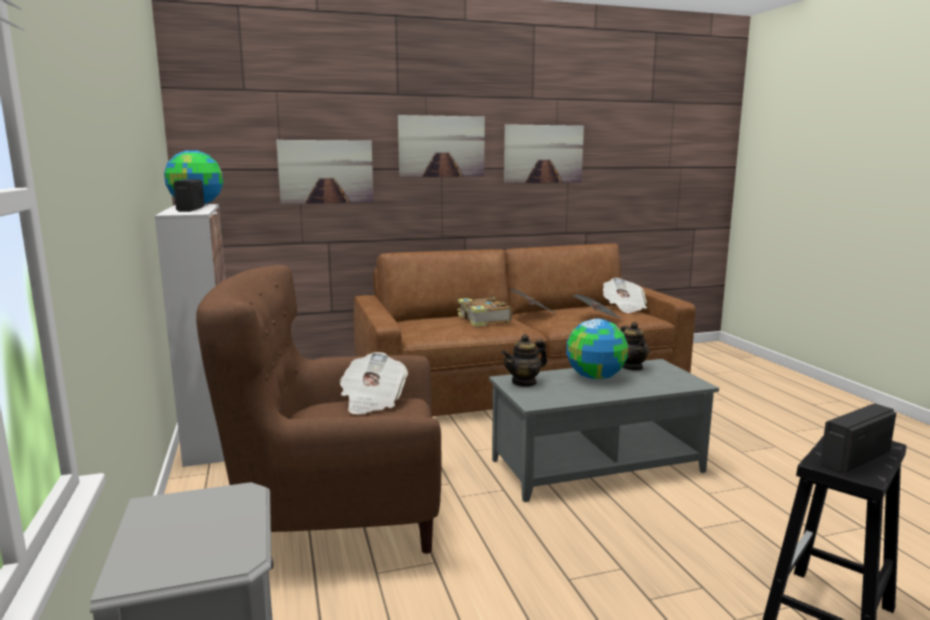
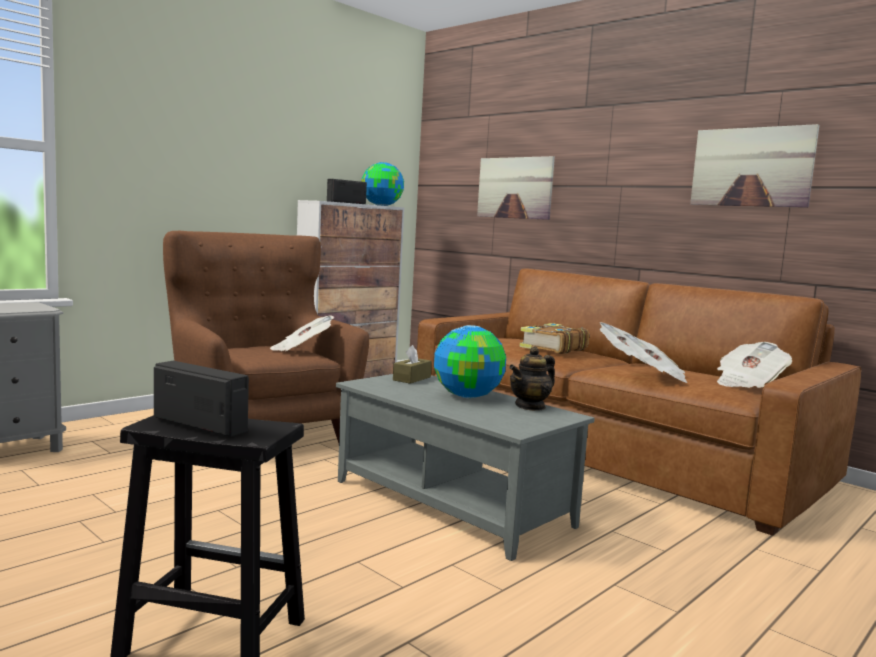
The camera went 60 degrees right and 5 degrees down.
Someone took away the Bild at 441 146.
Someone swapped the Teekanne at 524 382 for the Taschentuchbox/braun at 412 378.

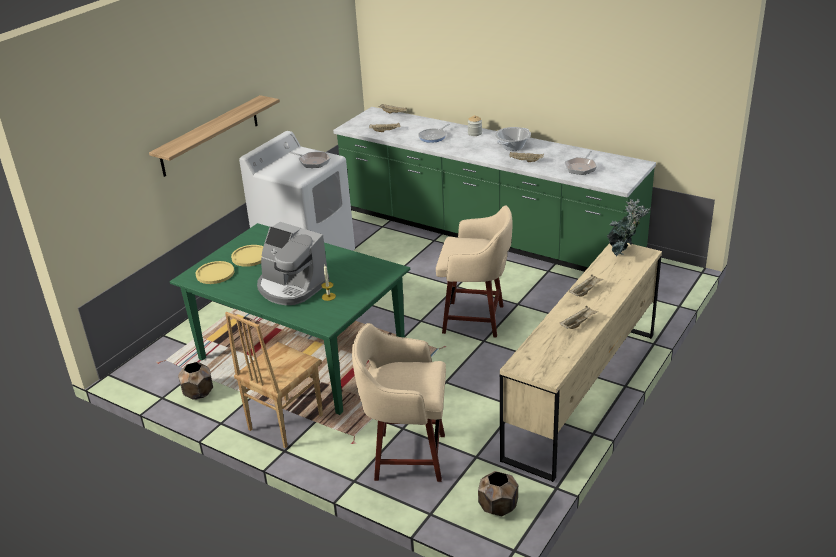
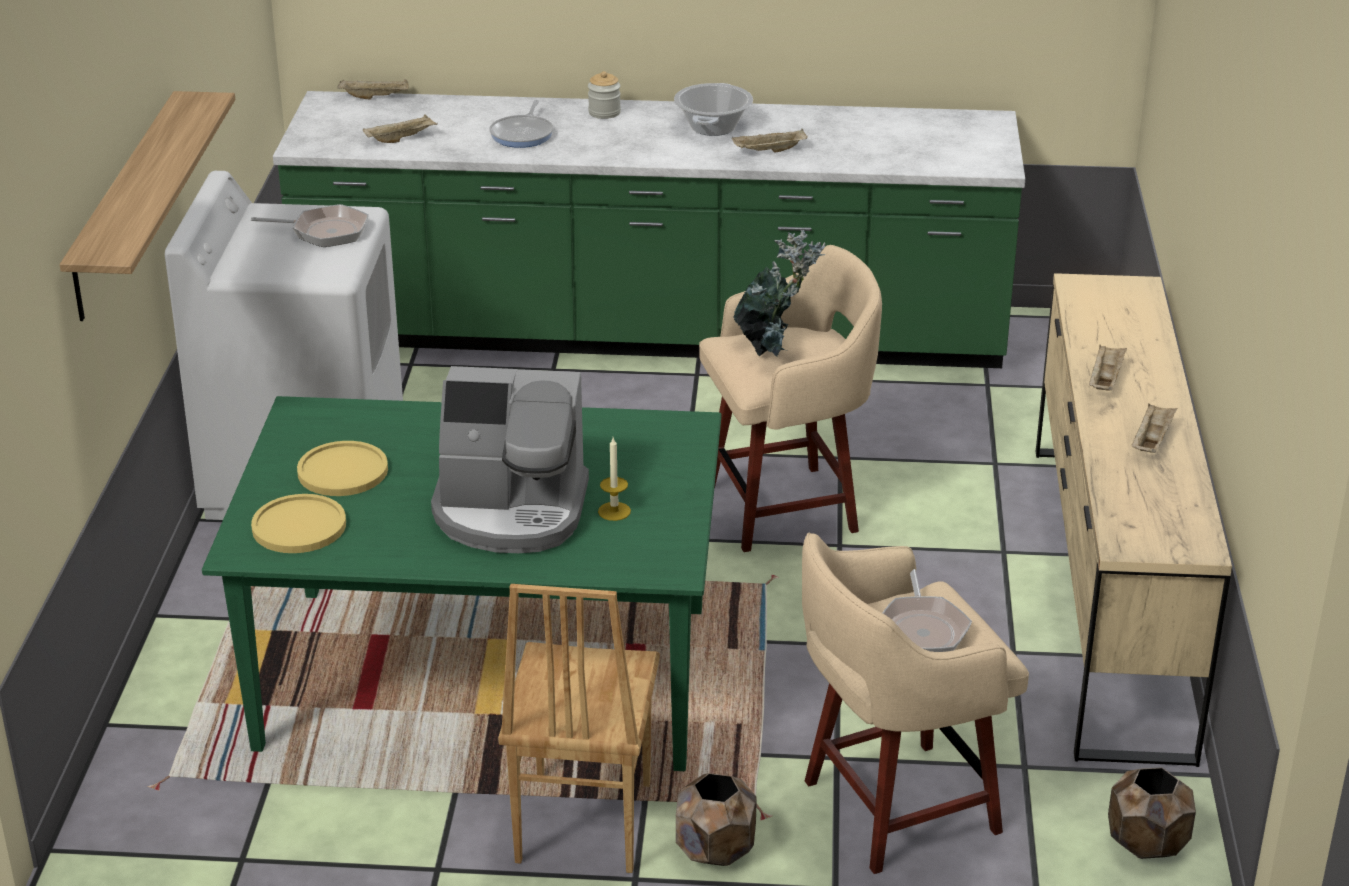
The camera went 30 degrees left and 0 degrees up.
Someone carried the Pflanzkübel/braun from 198 394 to 716 851.
Someone carried the Pfanne from 581 167 to 922 629.
Someone carried the Topfpflanze from 623 254 to 773 351.

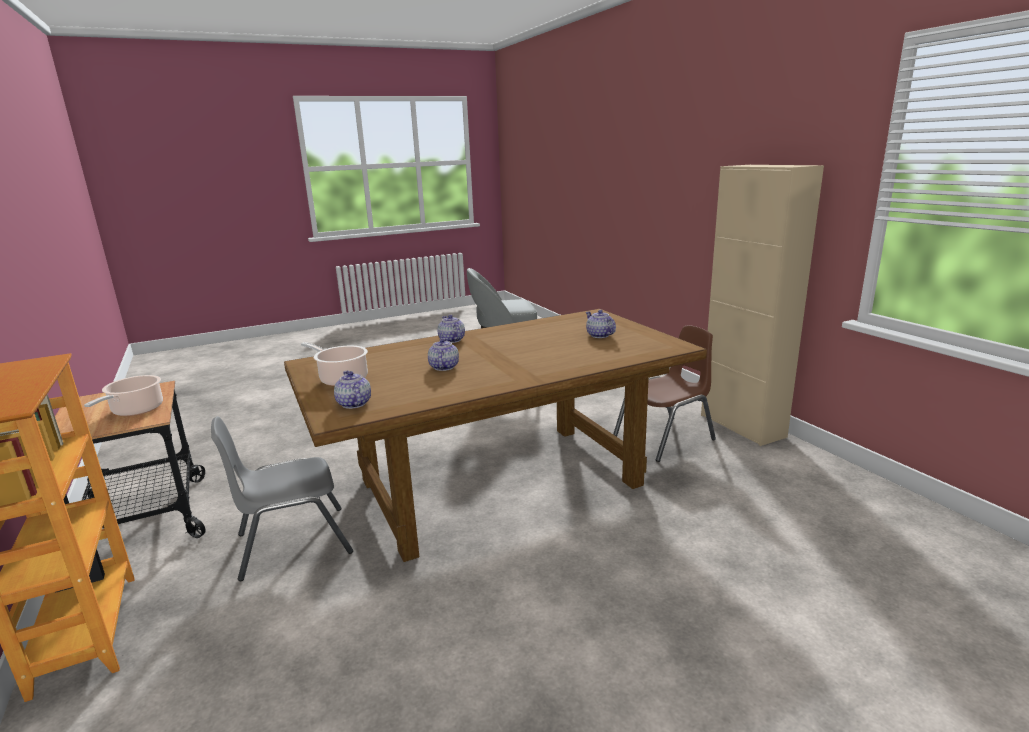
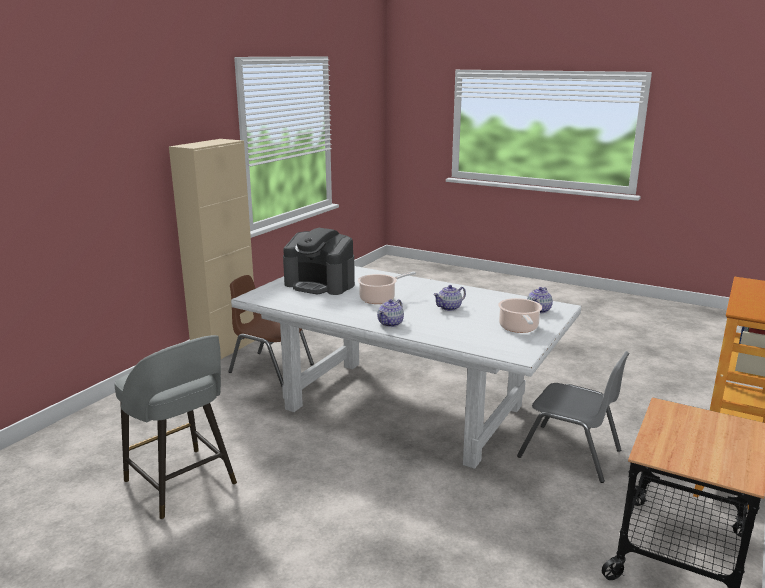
The camera went 125 degrees left and 0 degrees up.
Someone carried the Kochtopf from 135 410 to 379 299.
Someone swapped the Teekanne at 599 335 for the Kaffeemaschine at 320 284.
Someone repainted the Esstisch/braun at 499 483, which became the Esstisch/weiß at 404 408.

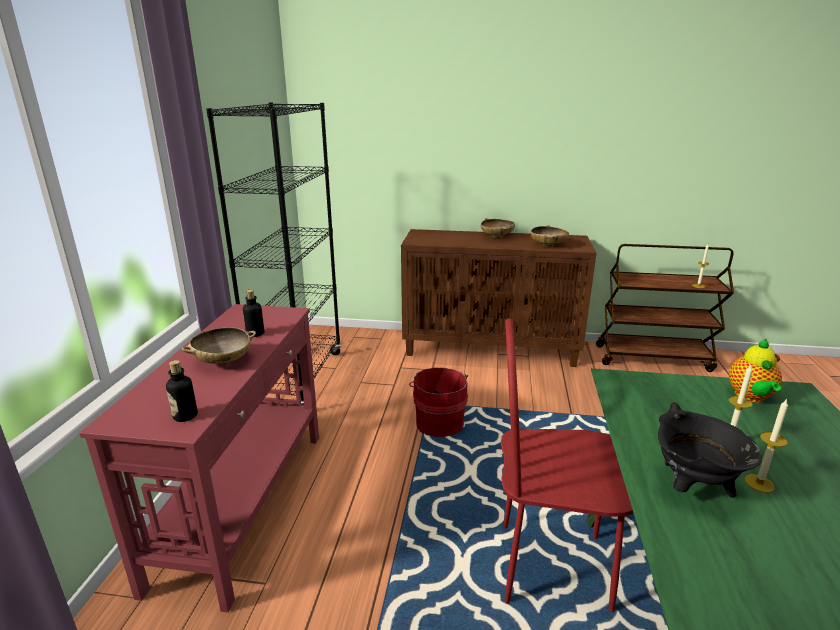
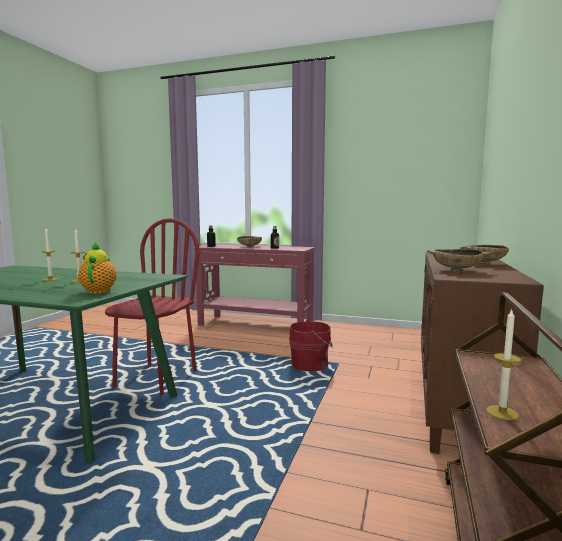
The camera went 100 degrees right and 15 degrees down.
Someone took away the Bücherregal/schwarz at 299 379.
Someone took away the Kochtopf/schwarz at 692 488.
Someone rotated the Teekanne at 750 397 by 60 degrees clockwise.

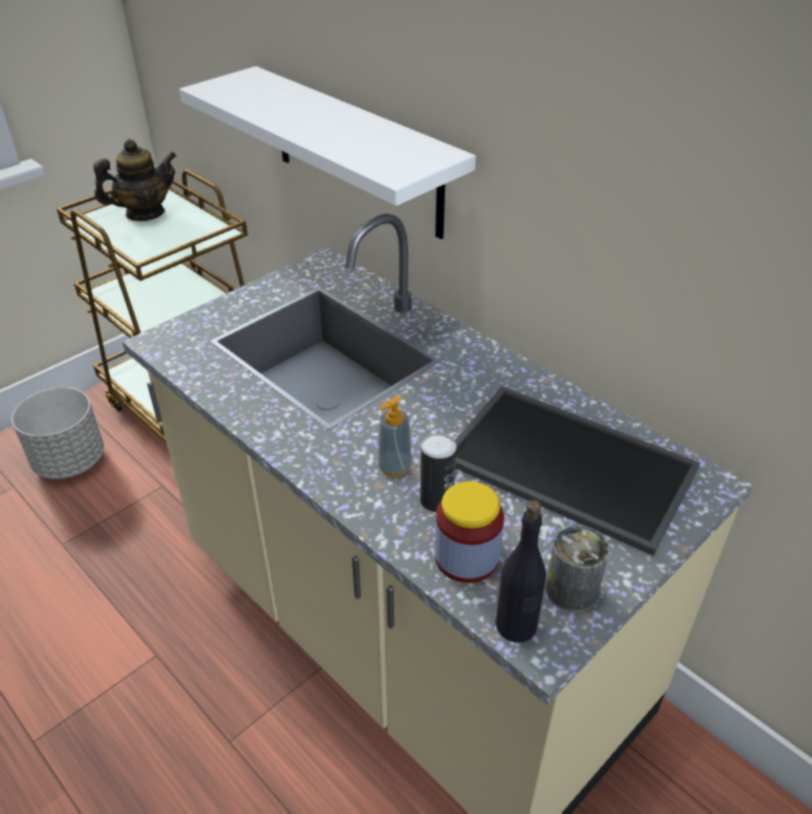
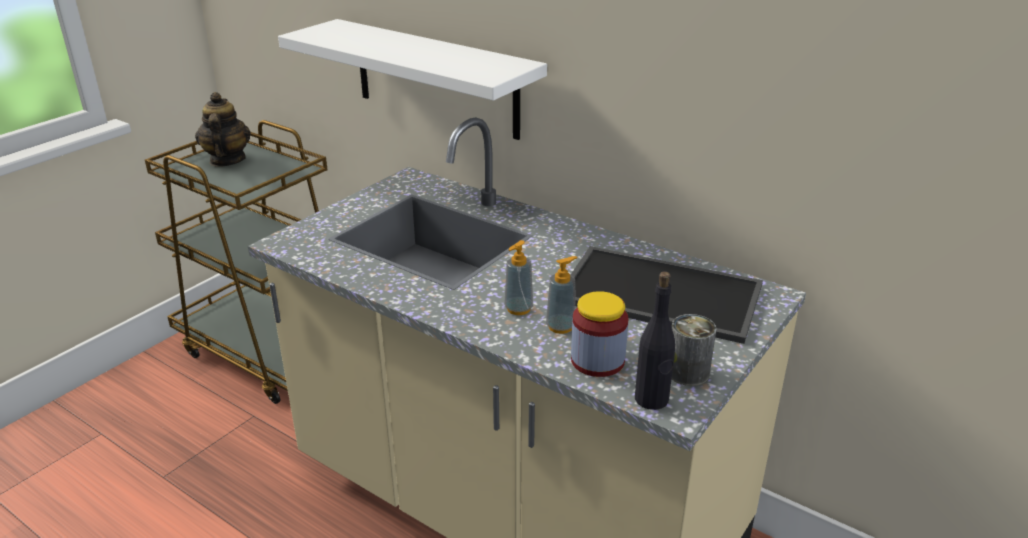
The camera went 10 degrees left and 10 degrees down.
Someone took away the Pflanzkübel/grau at 70 461.
Someone swapped the Dose at 436 500 for the Seifenspender at 560 327.
Someone rotated the Teekanne at 145 213 by 60 degrees counterclockwise.

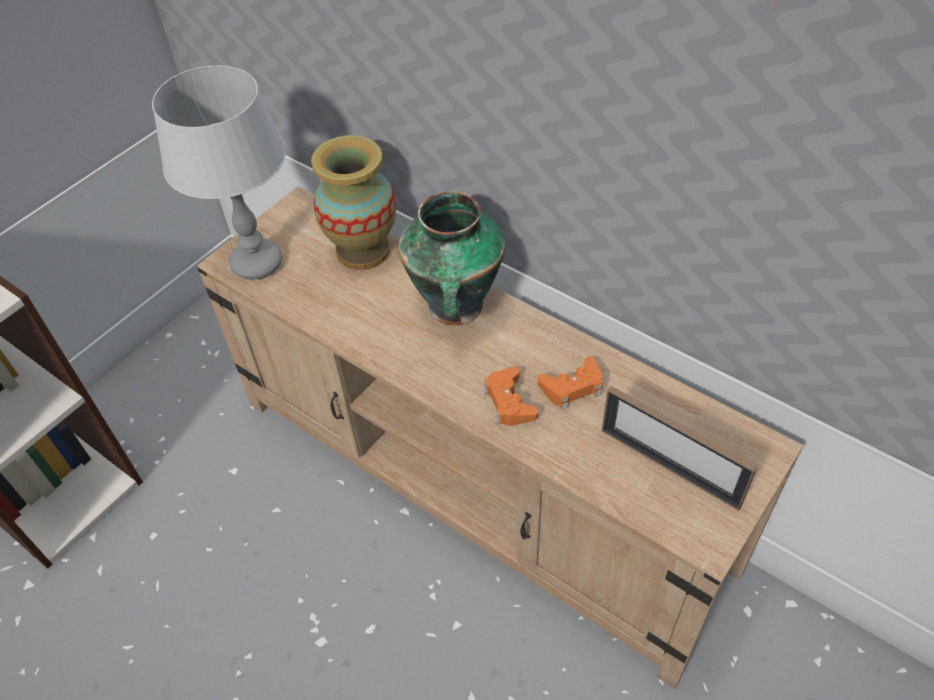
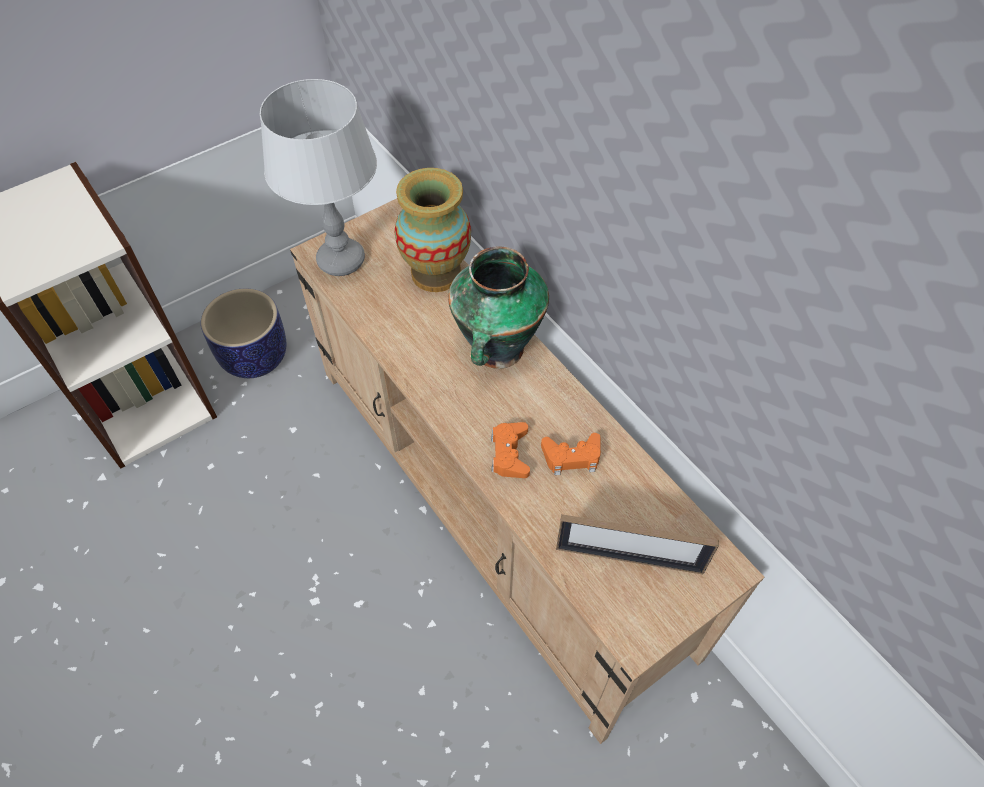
The camera went 15 degrees right and 5 degrees up.
Someone put down the Pflanzkübel at 255 357.
Someone rotated the Bilderrahmen at 669 467 by 45 degrees counterclockwise.

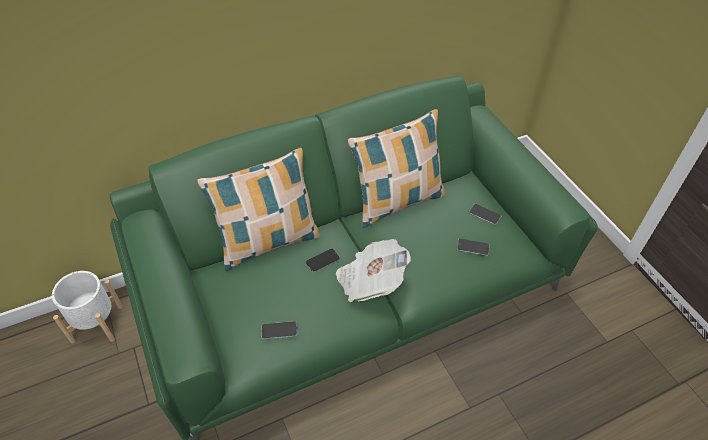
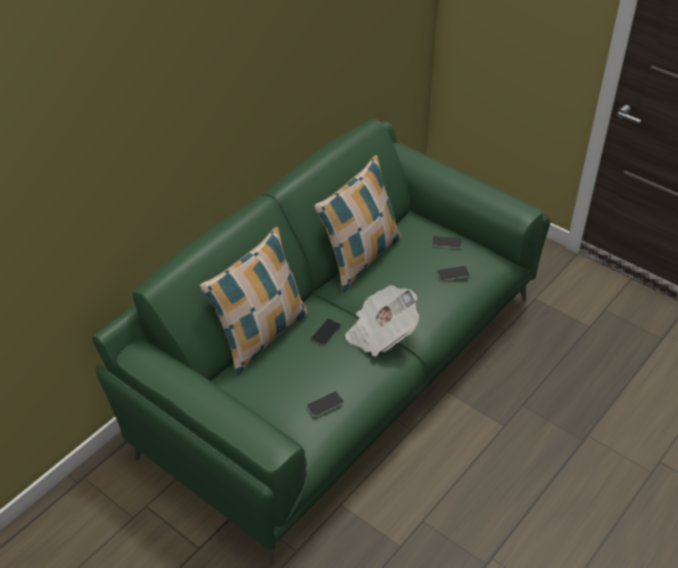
The camera went 25 degrees left and 5 degrees down.
Someone took away the Pflanzkübel/weiß at 96 323.

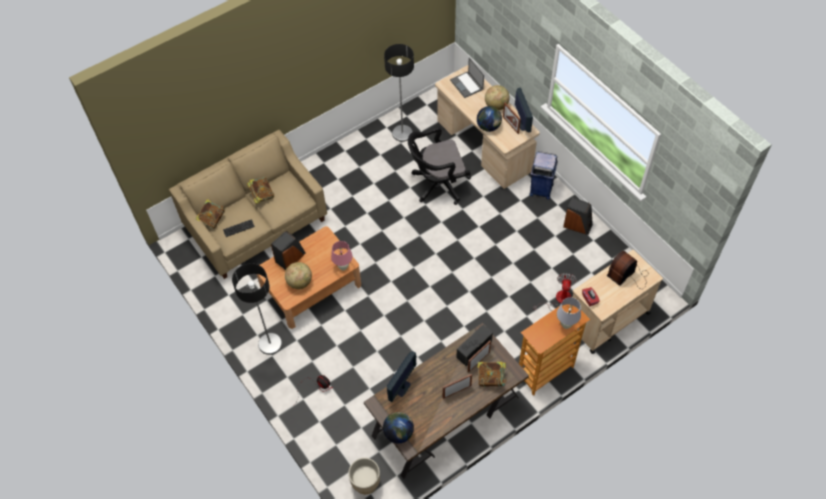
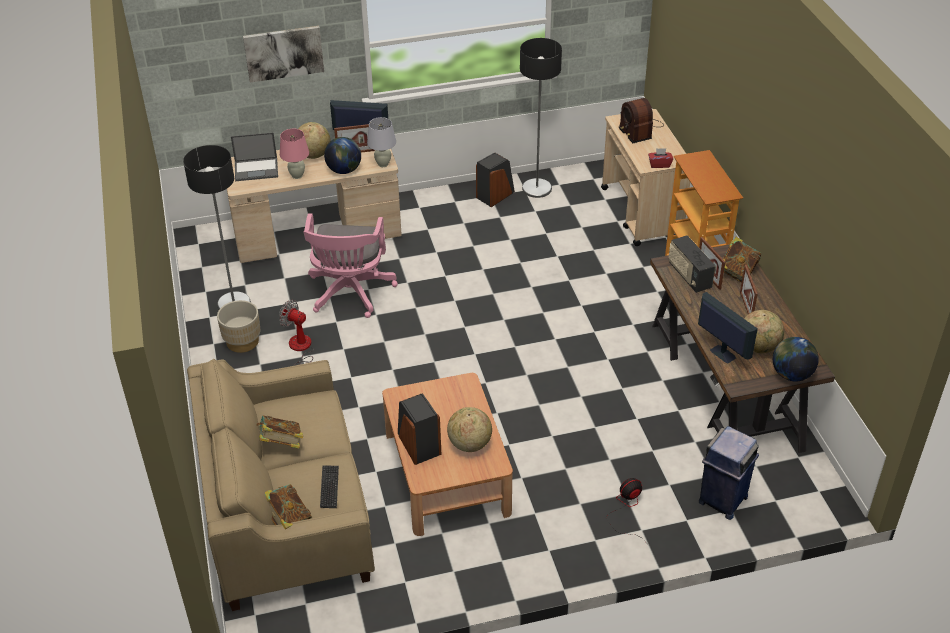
The camera went 70 degrees left and 15 degrees down.
Someone put up the Bild at 283 53.
Someone put down the Globus at 759 347.
Someone carried the Stehlampe from 270 343 to 536 189.
Someone carried the Tischlampe/rosa from 343 267 to 297 175.
Someone carried the Pflanzkübel/beige from 365 482 to 242 342.
Someone carried the Mülleimer/blau from 540 189 to 722 500.
Someone carried the Ventilator from 558 300 to 300 349.
Someone carried the Tischlampe/weiß from 566 325 to 383 164.
Someone repainted the Bürostuhl/schwarz at 437 184, which became the Bürostuhl/rosa at 350 294.

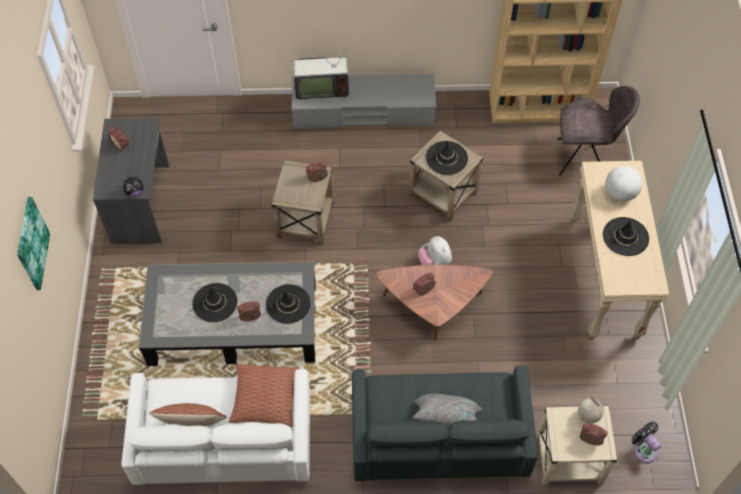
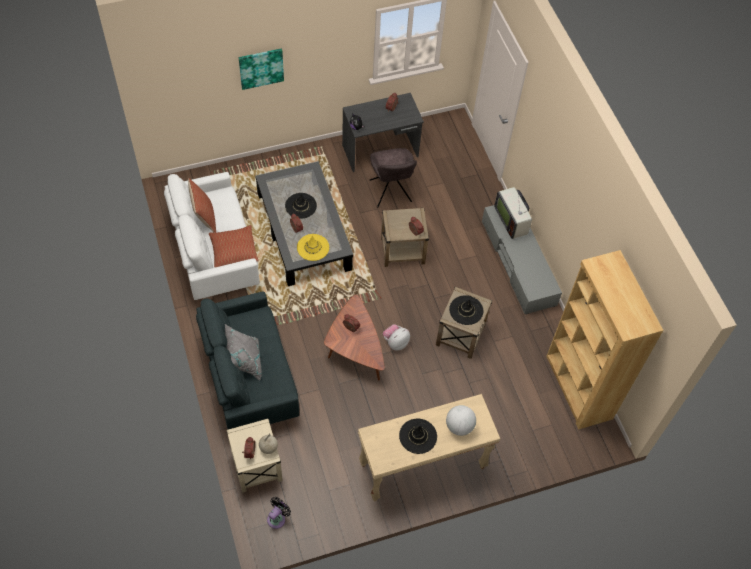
The camera went 70 degrees right and 0 degrees up.
Someone carried the Stuhl/grau from 583 158 to 390 192.
Someone repainted the Hut/schwarz at 288 304, which became the Hut/gelb at 313 247.

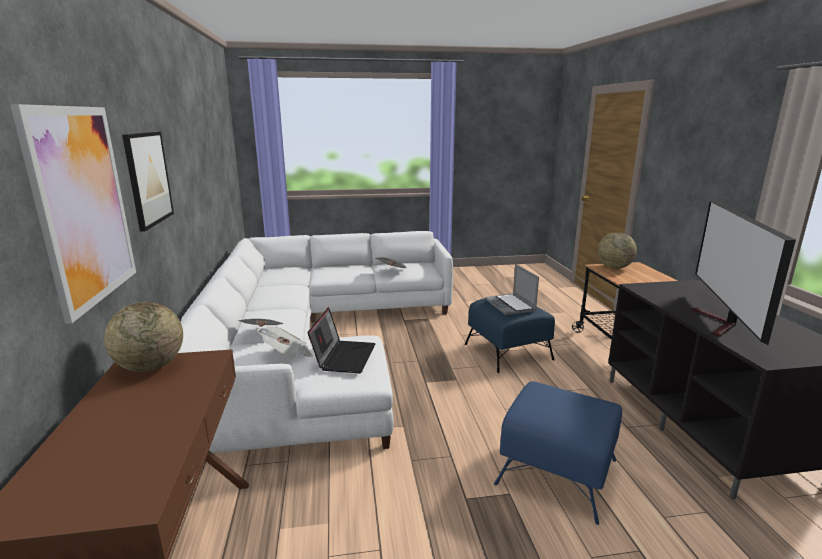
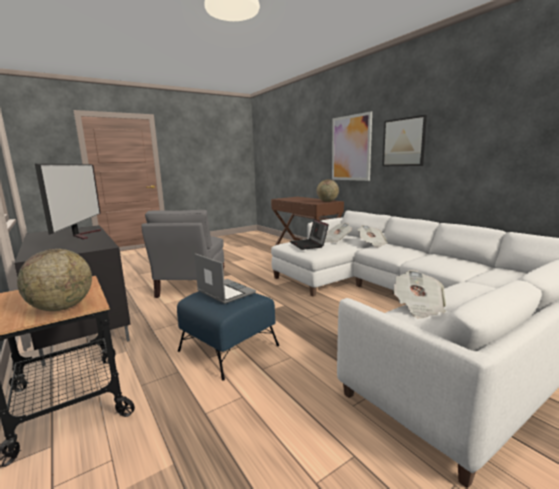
The camera went 155 degrees right and 5 degrees down.
Someone swapped the Polsterhocker/blau at 557 472 for the Sessel/grau at 191 287.

